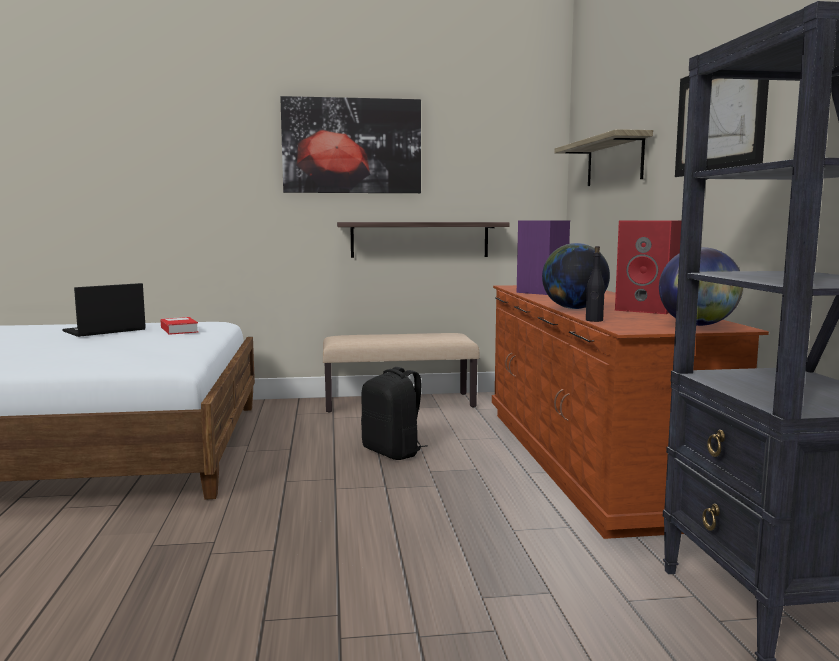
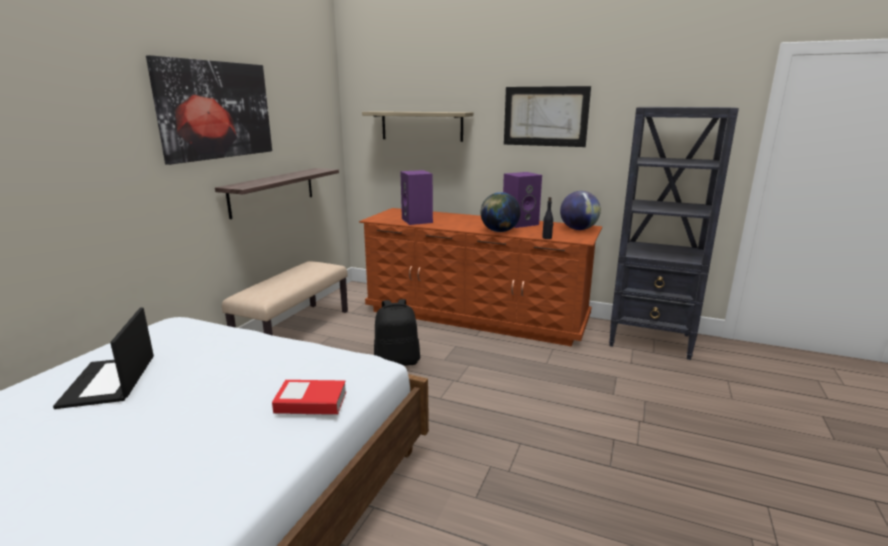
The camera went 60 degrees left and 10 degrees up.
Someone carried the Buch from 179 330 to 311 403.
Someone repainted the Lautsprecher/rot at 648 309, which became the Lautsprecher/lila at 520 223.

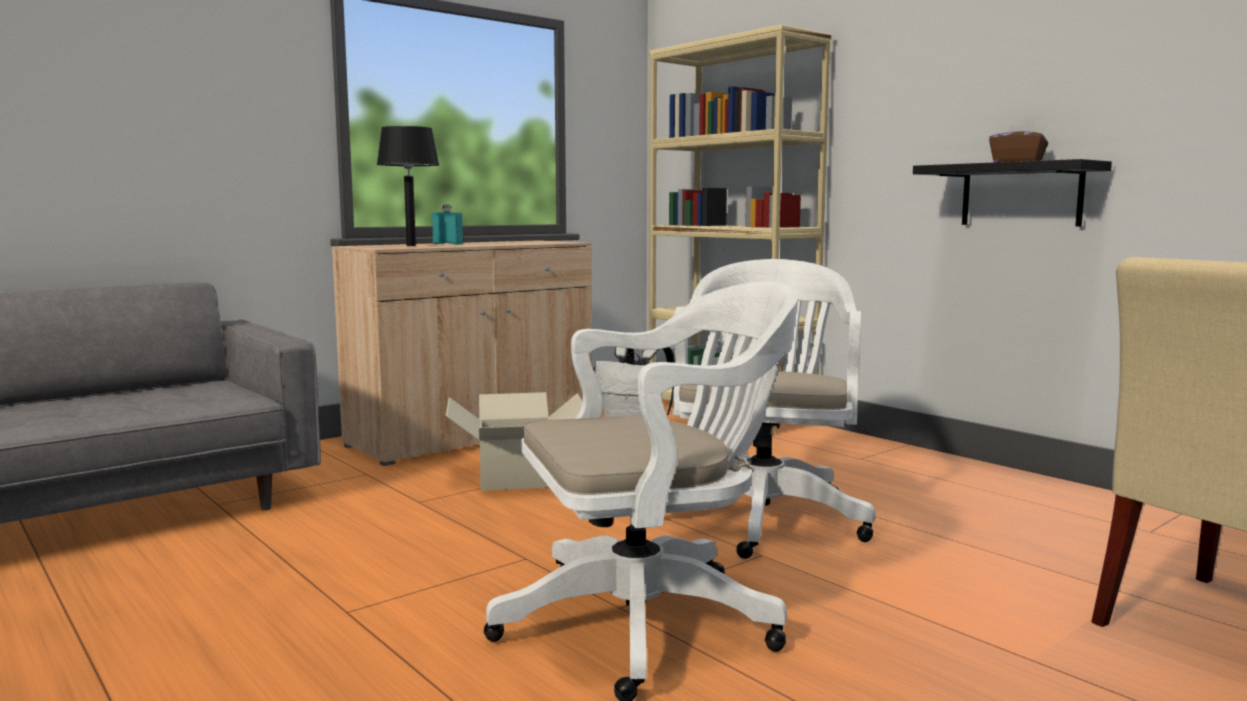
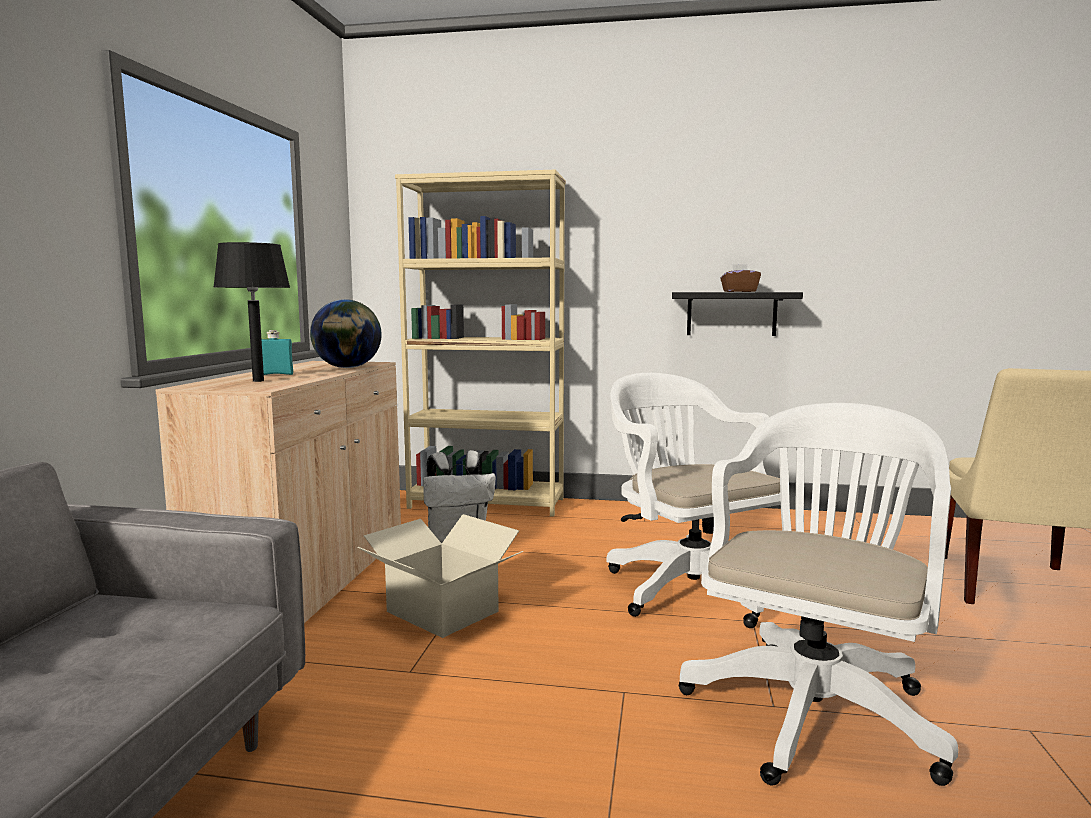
The camera went 40 degrees left and 0 degrees up.
Someone put down the Globus at 348 368.

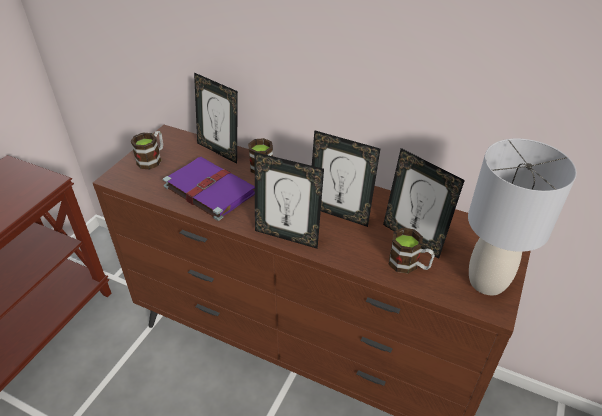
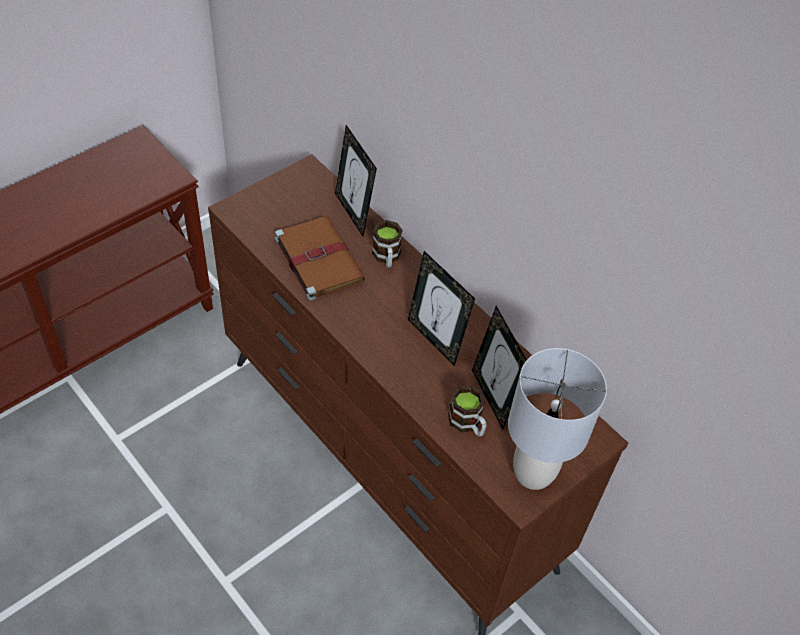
The camera went 20 degrees right and 10 degrees up.
Someone took away the Henkelbecher at 152 159.
Someone took away the Bilderrahmen at 287 235.
Someone repainted the Buch/lila at 208 189, which became the Buch/braun at 318 259.

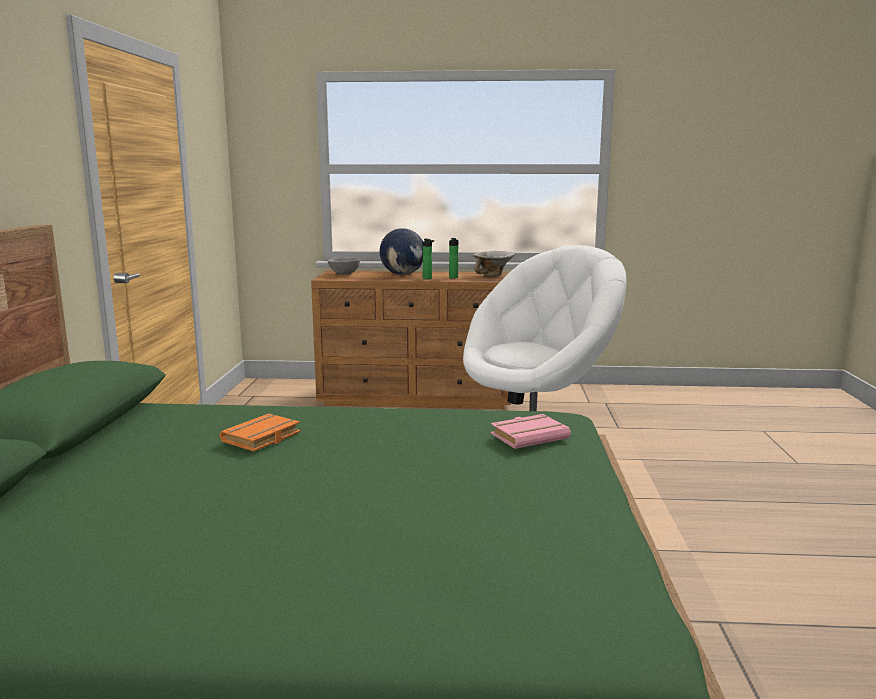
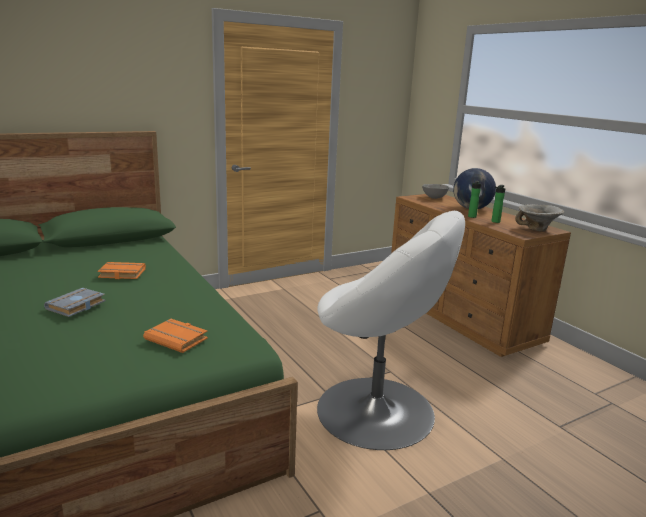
The camera went 55 degrees right and 5 degrees up.
Someone put down the Buch/grau at 76 306.
Someone repainted the Buch/rosa at 529 436, which became the Buch/orange at 178 339.

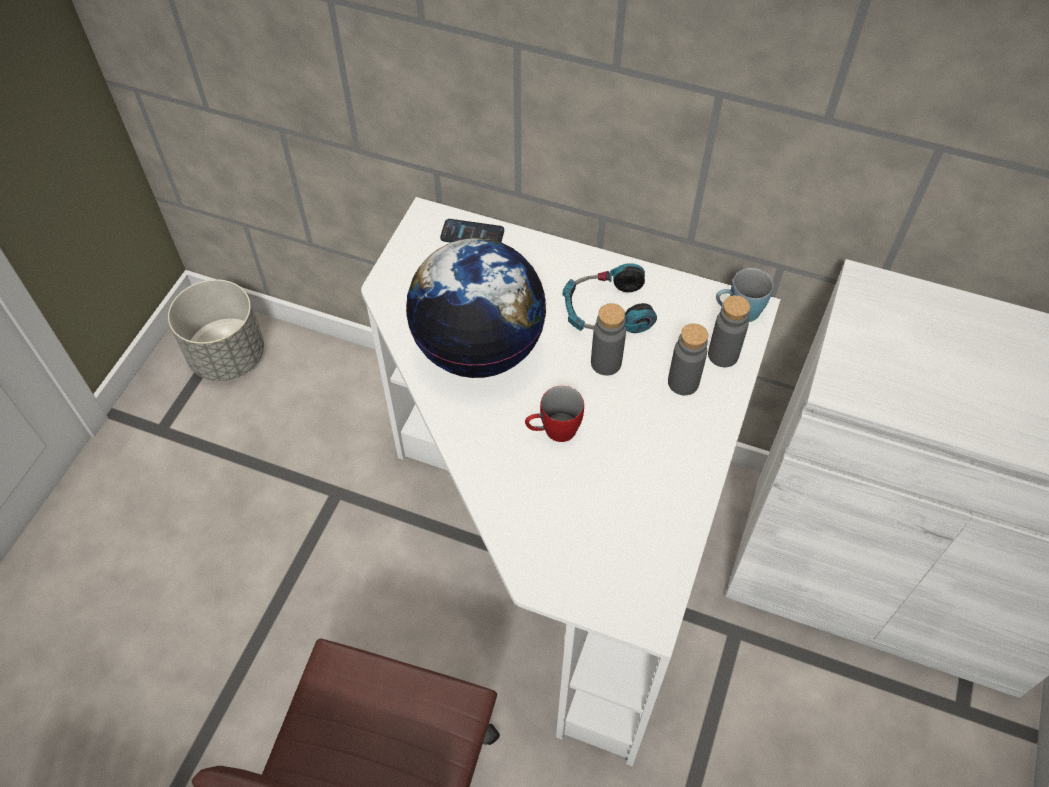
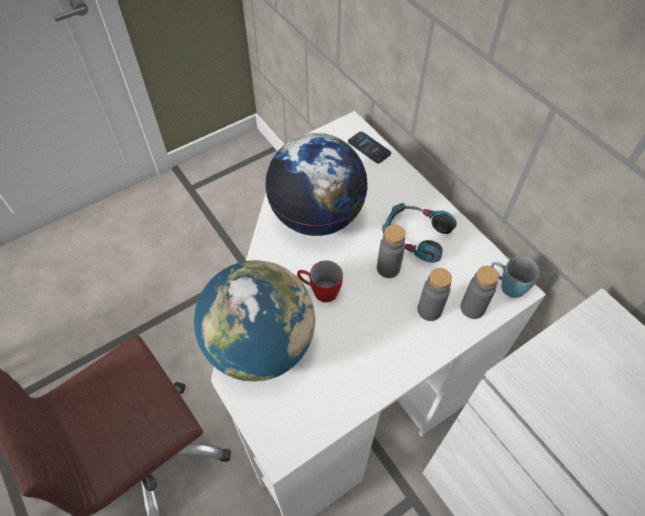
The camera went 35 degrees right and 0 degrees up.
Someone took away the Pflanzkübel/grau at 228 355.
Someone put down the Globus at 260 345.

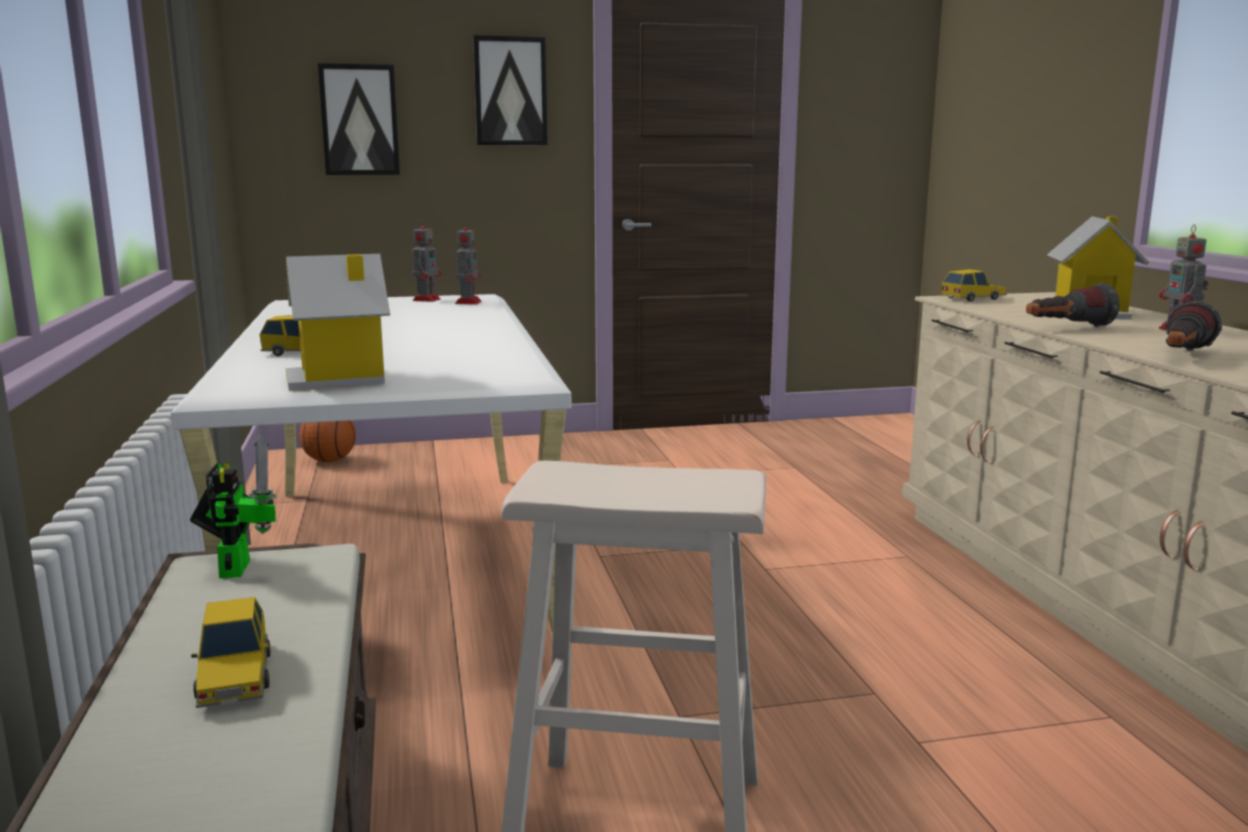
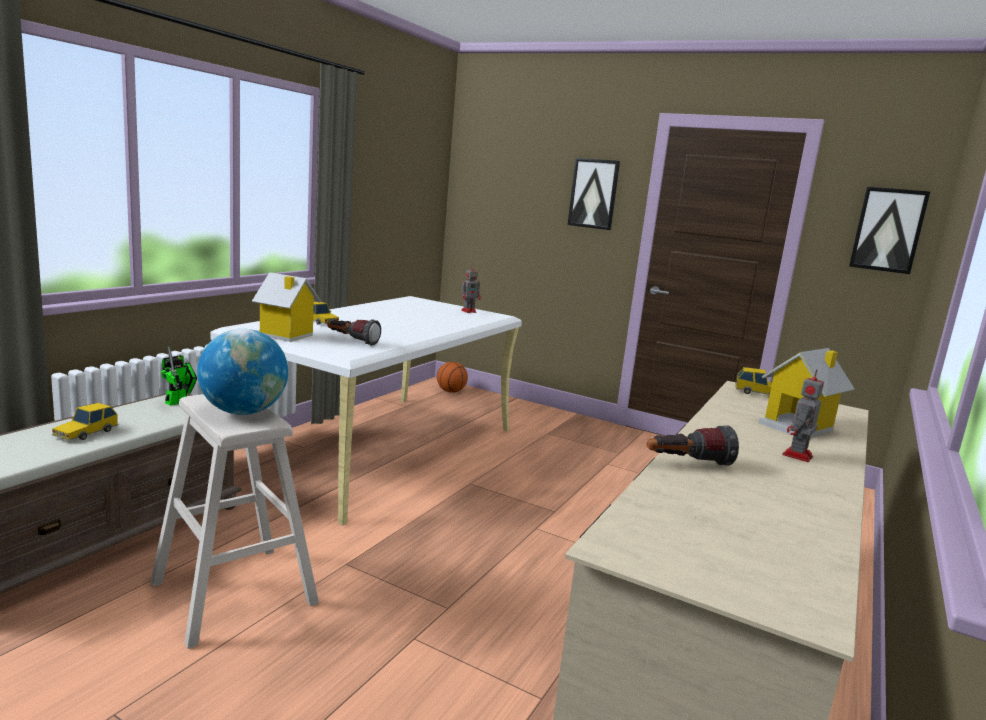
The camera went 40 degrees right and 0 degrees up.
Someone took away the Spielzeugroboter at 468 302.
Someone put down the Globus at 243 412.
Someone carried the Bild from 359 120 to 888 230.
Someone carried the Taschenlampe from 1066 328 to 352 341.

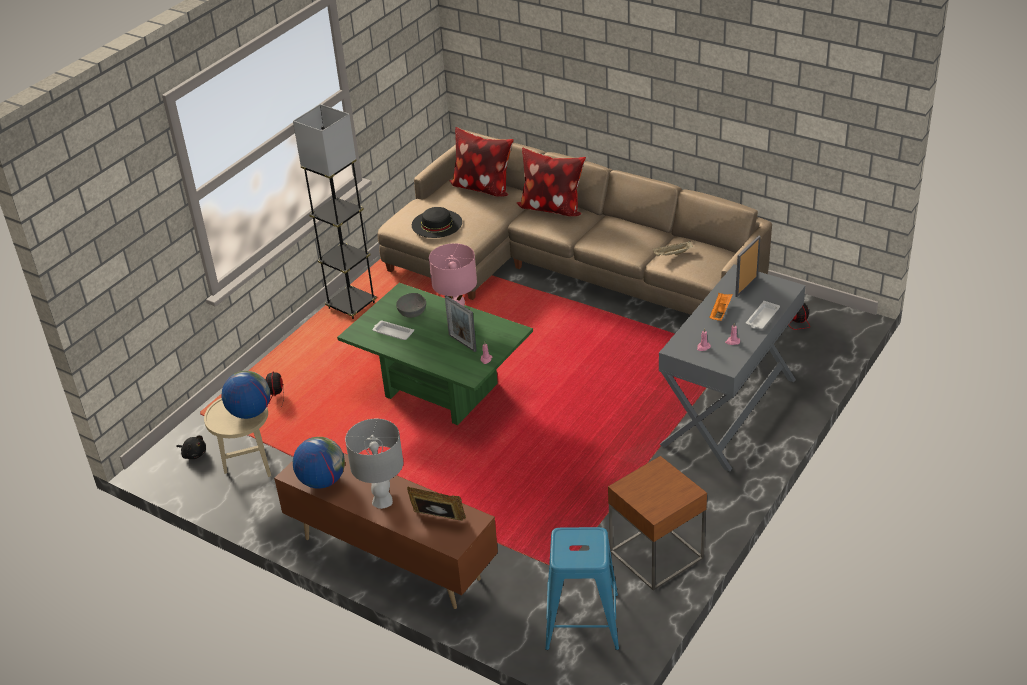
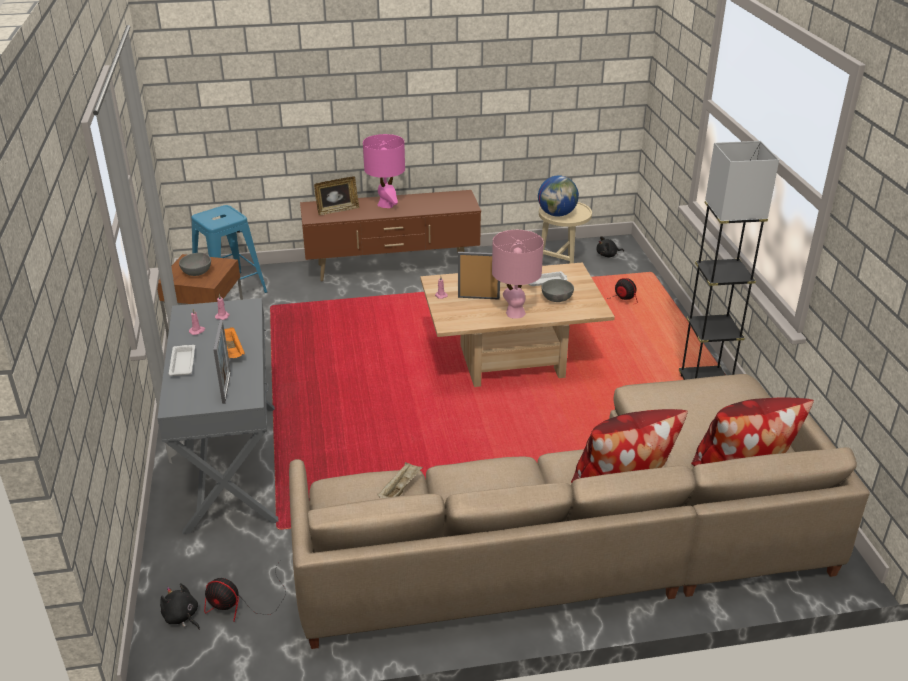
The camera went 135 degrees right and 5 degrees down.
Someone took away the Globus at 322 481.
Someone took away the Hut/schwarz at 436 223.
Someone put down the Plüschtier/schwarz at 182 617.
Someone put down the Schüssel/grau at 198 273.
Someone repainted the Couchtisch/grün at 441 391, which became the Couchtisch/beige at 511 362.
Someone repainted the Tischlampe/grau at 382 500, which became the Tischlampe/rosa at 386 205.

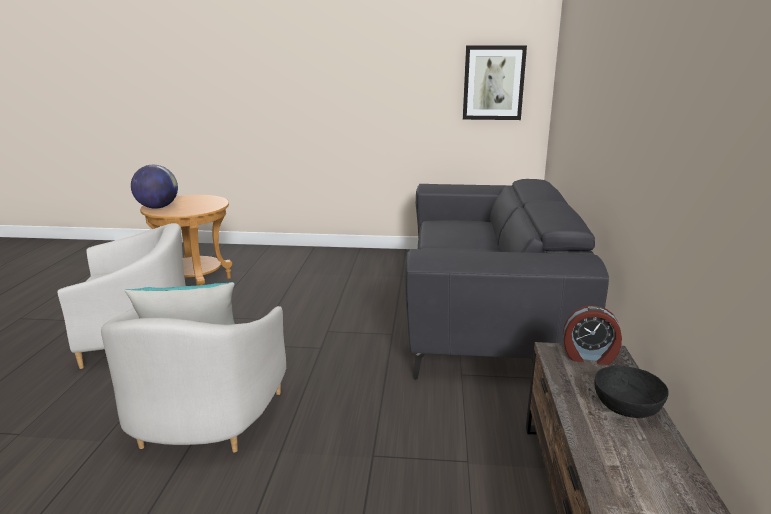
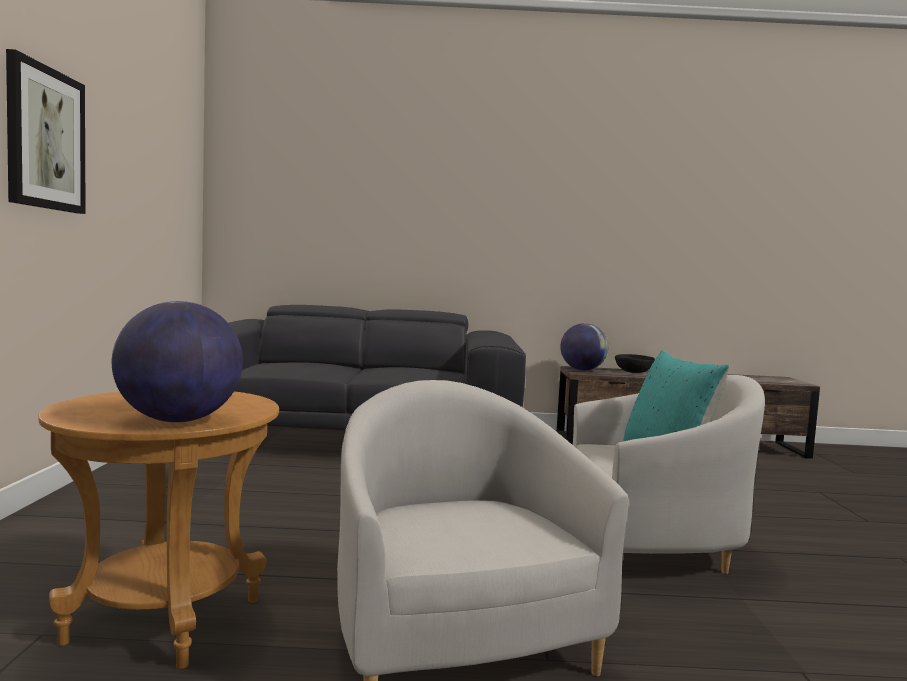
The camera went 95 degrees left and 15 degrees down.
Someone carried the Bild from 493 83 to 45 139.
Someone swapped the Wecker at 589 357 for the Globus at 582 370.

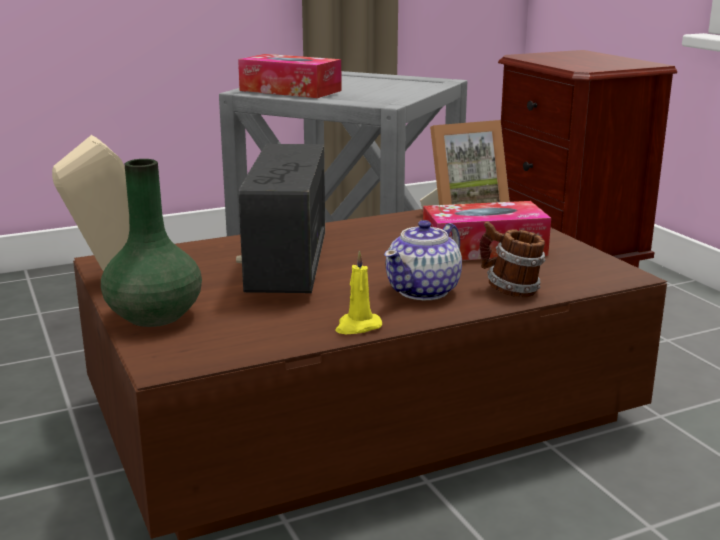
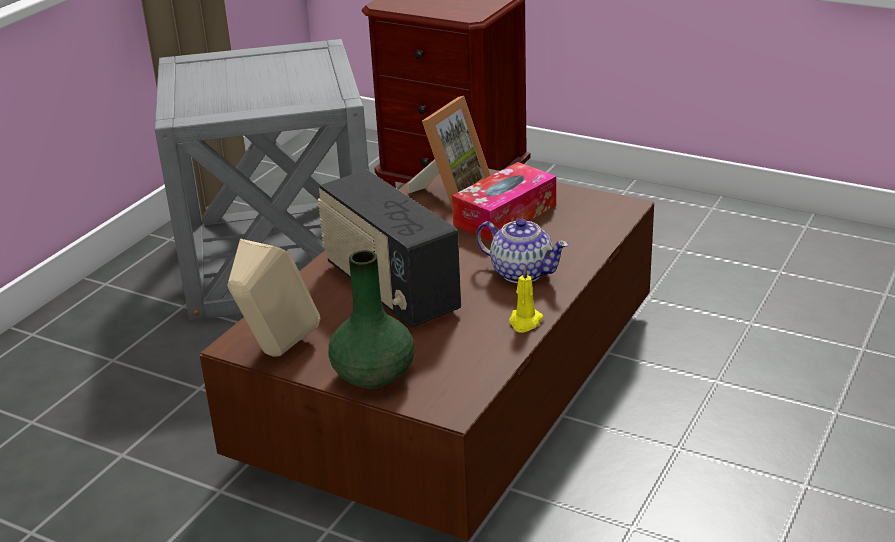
The camera went 35 degrees left and 10 degrees up.
Someone took away the Taschentuchbox at 290 90.
Someone took away the Henkelbecher at 509 290.
Someone rotated the Teekanne at 424 290 by 60 degrees counterclockwise.

